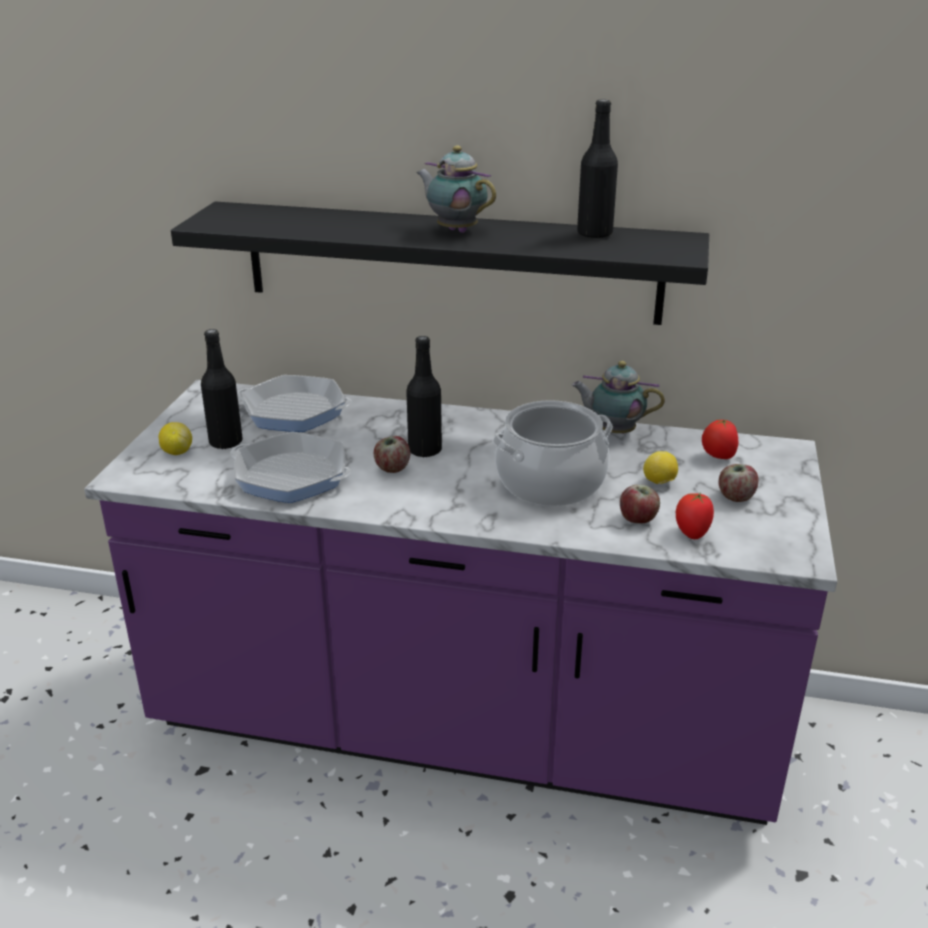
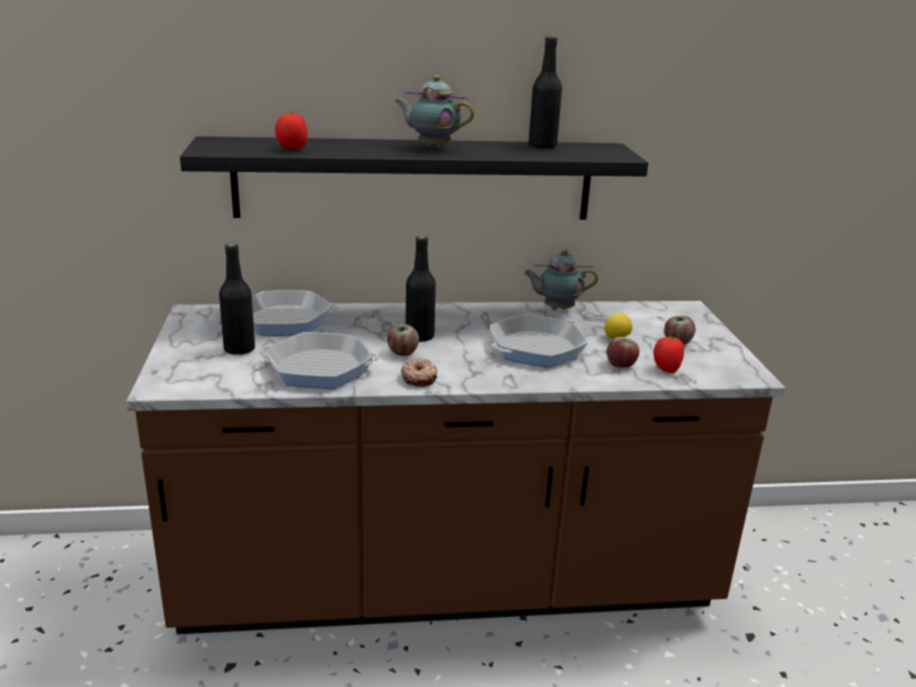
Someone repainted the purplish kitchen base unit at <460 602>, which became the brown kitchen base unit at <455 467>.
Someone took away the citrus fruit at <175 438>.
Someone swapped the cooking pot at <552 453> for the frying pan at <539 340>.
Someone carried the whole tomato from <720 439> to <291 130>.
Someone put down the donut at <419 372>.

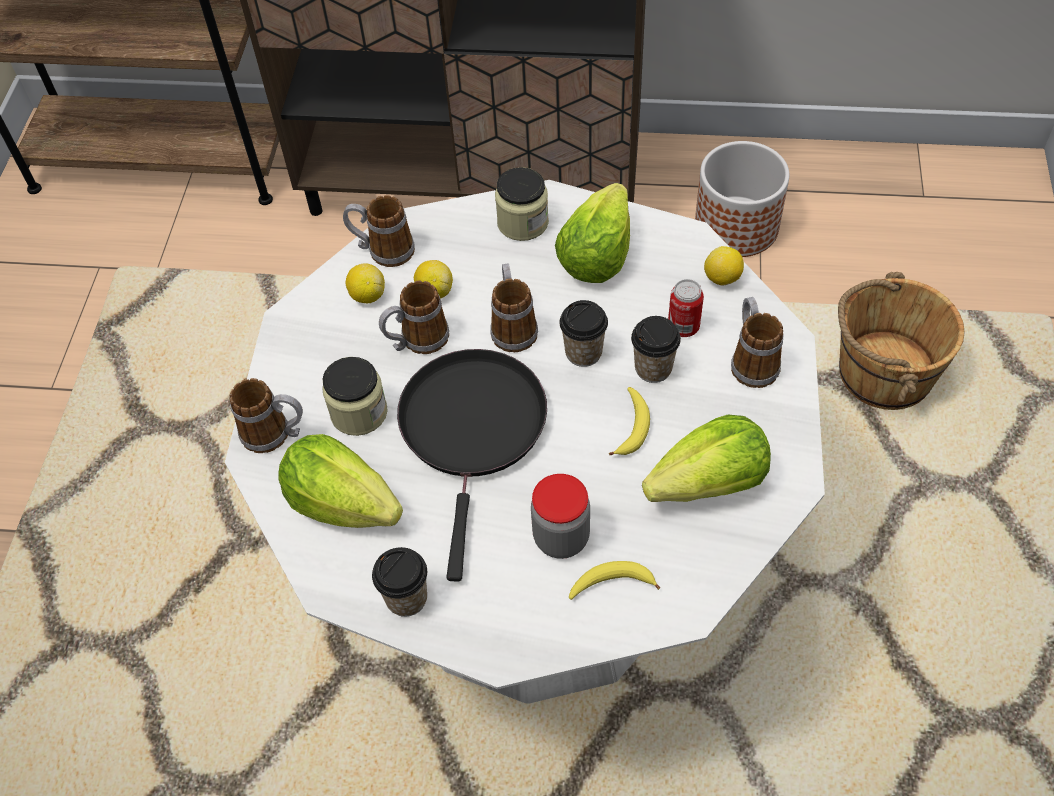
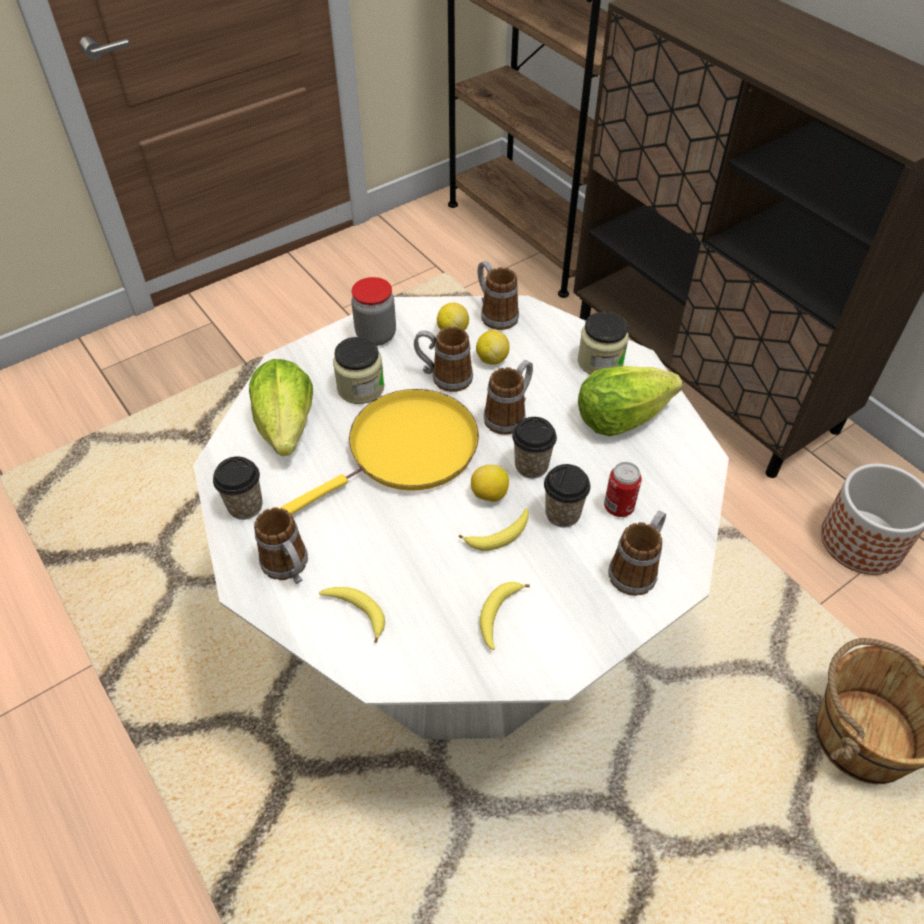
Someone carried the tea mug from <266 415> to <281 545>.
Someone repainted the blackish frying pan at <472 465>, which became the yellow-coloured frying pan at <379 452>.
Someone carried the jar from <560 516> to <373 311>.
Someone swapped the head of lettuce at <706 458> for the banana fruit at <505 616>.
Someone carried the citrus fruit from <724 266> to <490 483>.

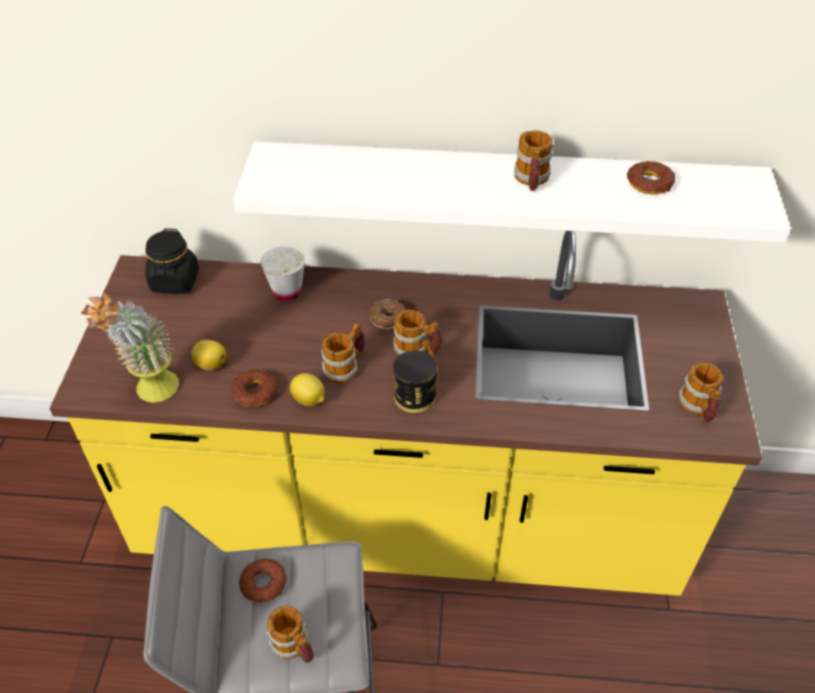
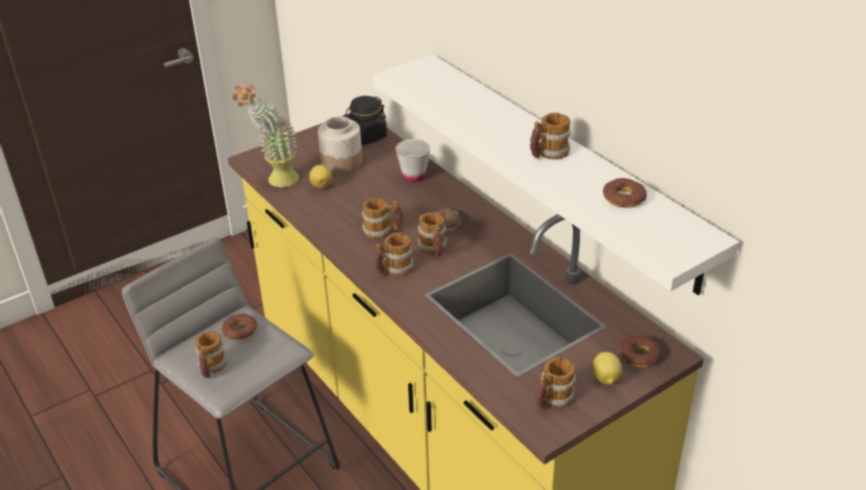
Someone carried the donut from <254 389> to <640 351>.
Someone carried the citrus fruit from <307 389> to <607 368>.
Someone swapped the can at <415 382> for the tea mug at <393 254>.
Someone put down the jar at <340 144>.

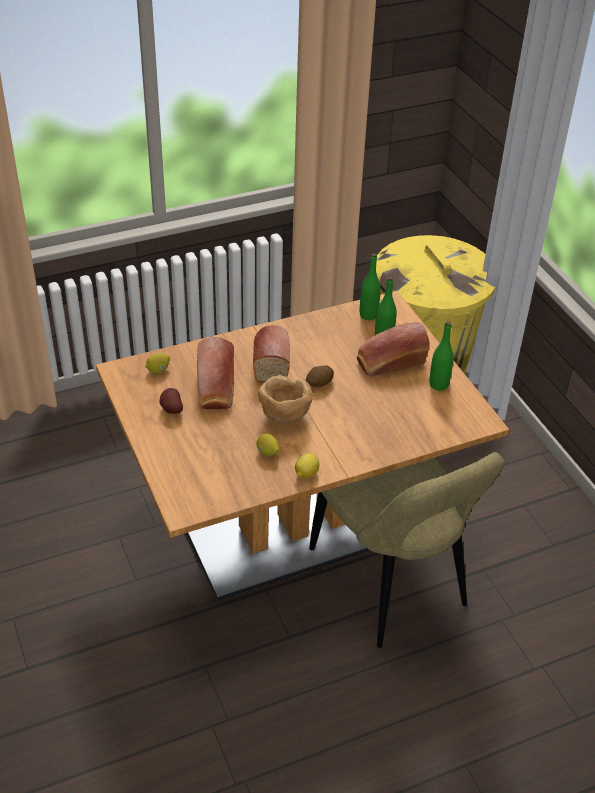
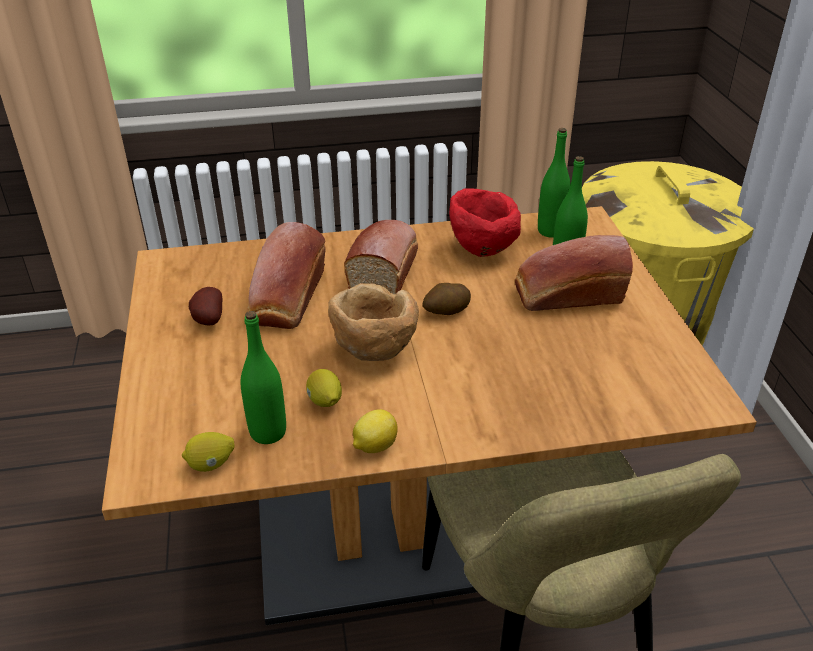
Someone carried the citrus fruit from <157 363> to <208 452>.
Someone carried the green drink bottle from <441 356> to <263 377>.
Someone put down the red-coloured deep dish at <485 222>.

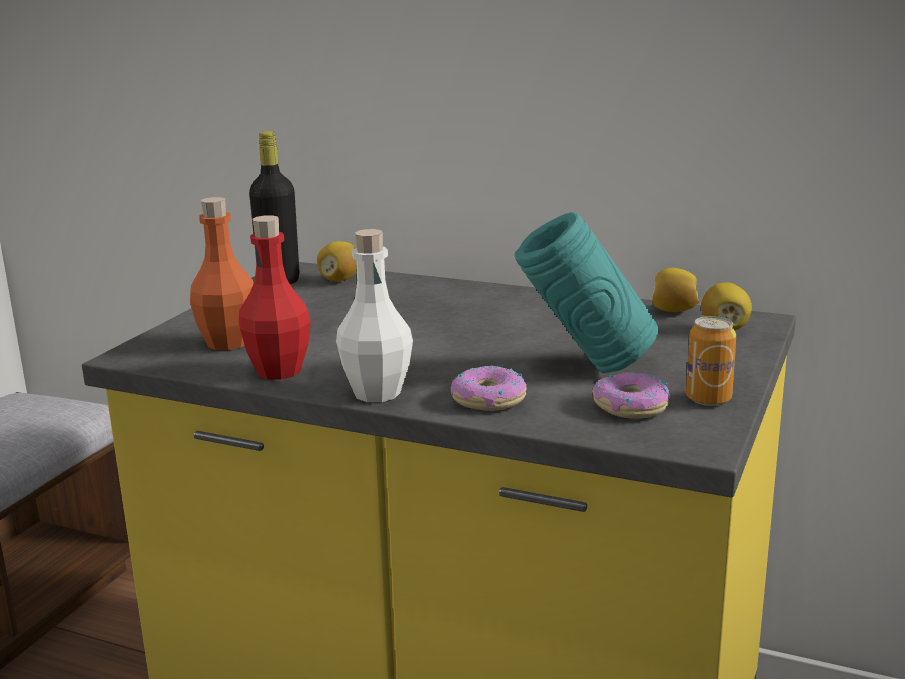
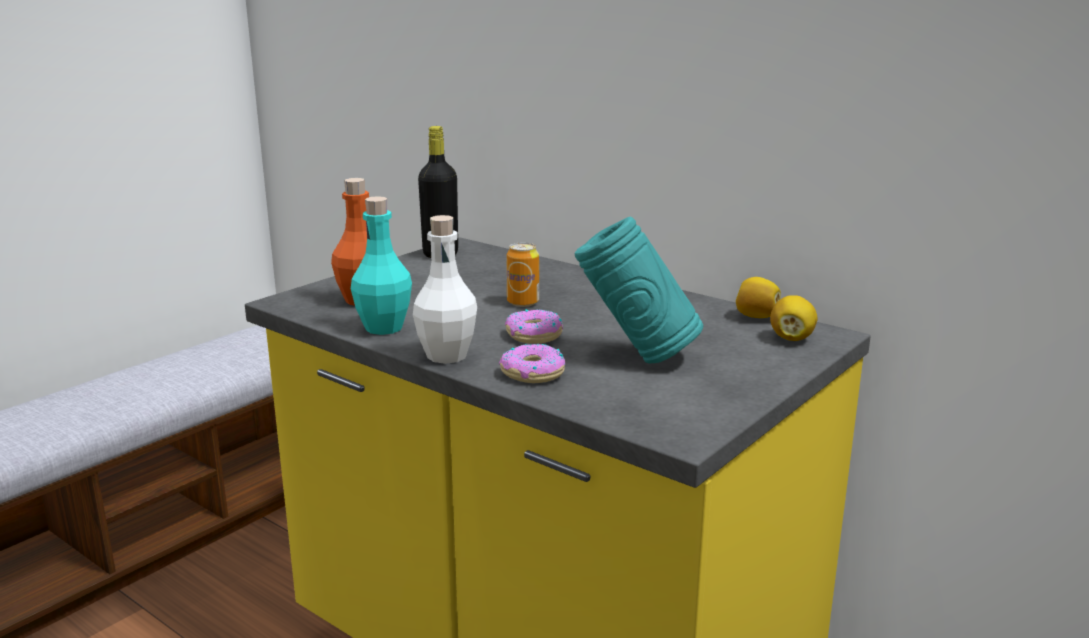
Someone repainted the red-coloured drink bottle at <274 297>, which became the turquoise drink bottle at <381 265>.
Someone took away the citrus fruit at <337 261>.
Someone carried the donut from <631 395> to <534 326>.
Someone carried the can from <711 361> to <523 275>.

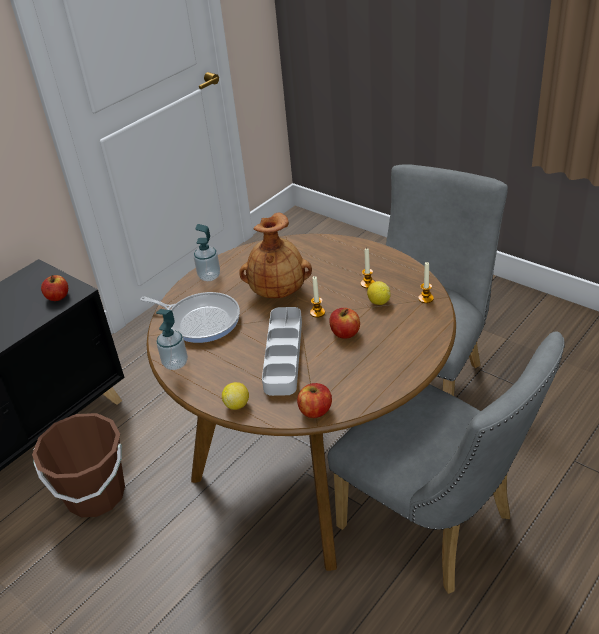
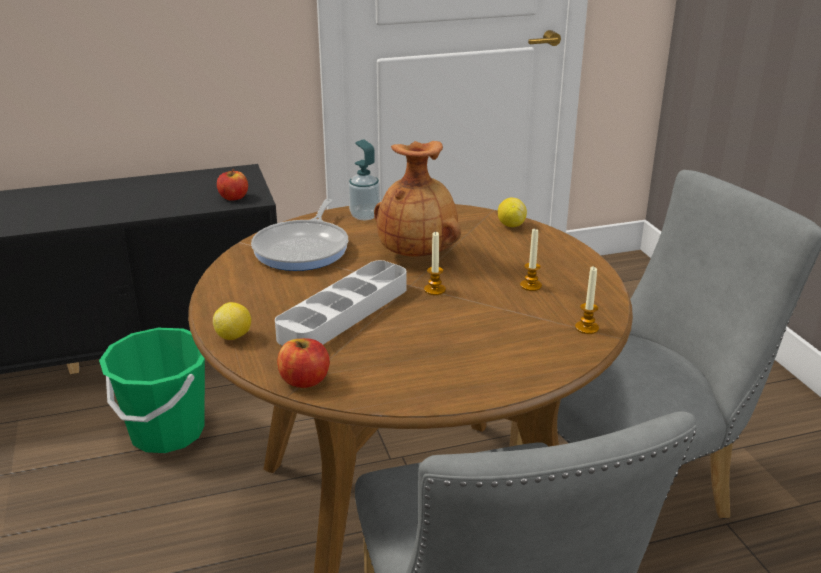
Someone repainted the brown bucket at <78 465>, which became the green bucket at <152 390>.
Someone rotated the frying pan at <190 317> by 45 degrees clockwise.
Someone took away the liquid soap bottle at <172 339>.
Someone took away the apple fruit at <344 323>.
Someone carried the citrus fruit from <379 293> to <512 212>.

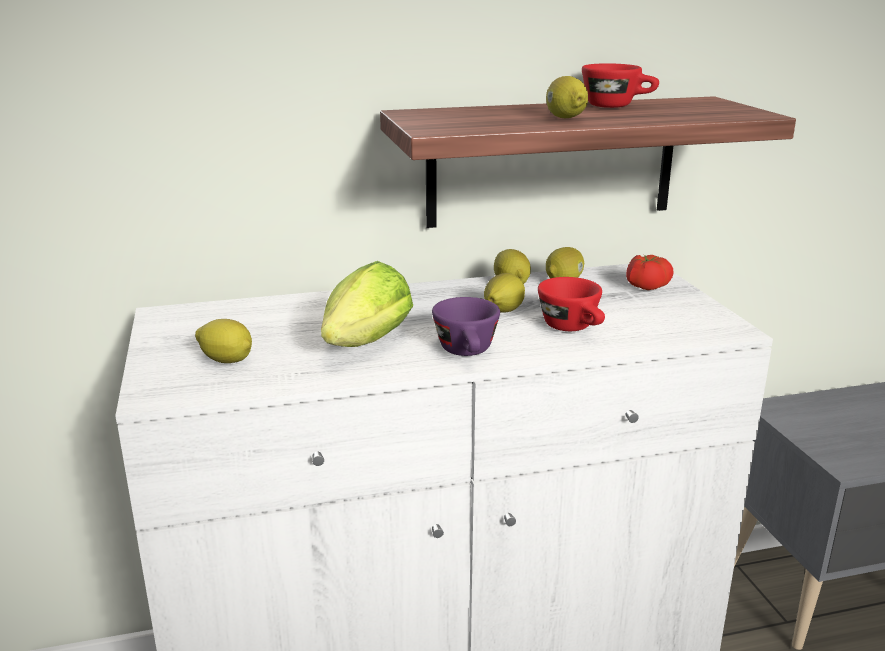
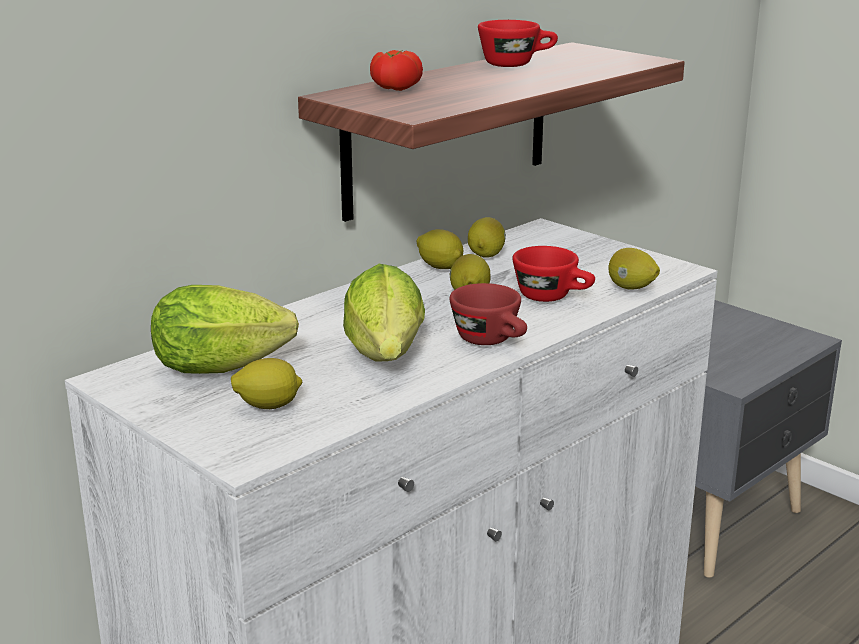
Someone repainted the purplish cup at <466 326>, which became the red-coloured cup at <488 314>.
Someone carried the citrus fruit from <567 97> to <634 269>.
Someone carried the whole tomato from <650 272> to <396 70>.
Someone put down the head of lettuce at <225 329>.

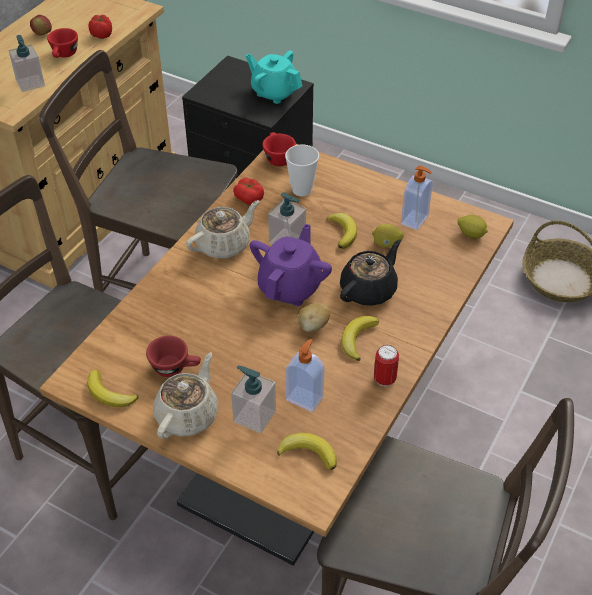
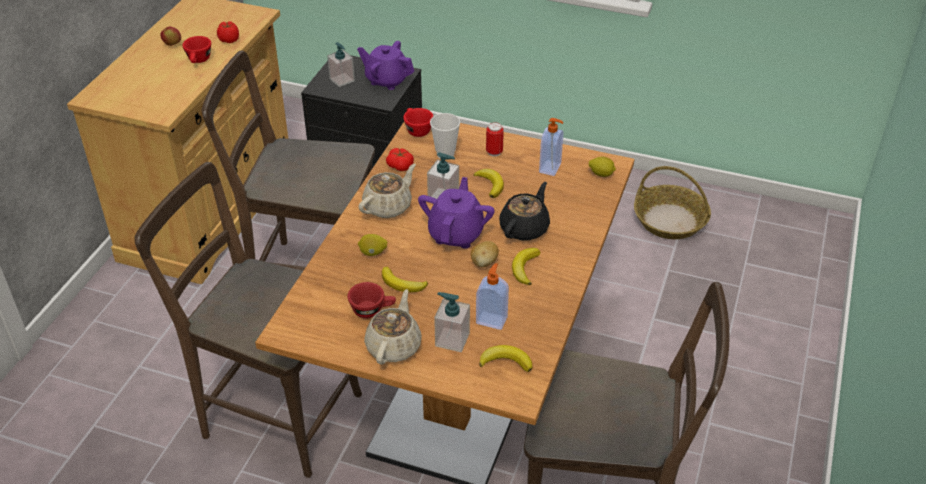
Someone carried the liquid soap bottle from <27 63> to <341 64>.
Someone carried the banana fruit from <113 388> to <405 279>.
Someone repainted the turquoise pot for tea at <274 77>, which became the purplish pot for tea at <385 65>.
Someone carried the citrus fruit from <388 235> to <372 245>.
Someone carried the can from <386 365> to <495 139>.

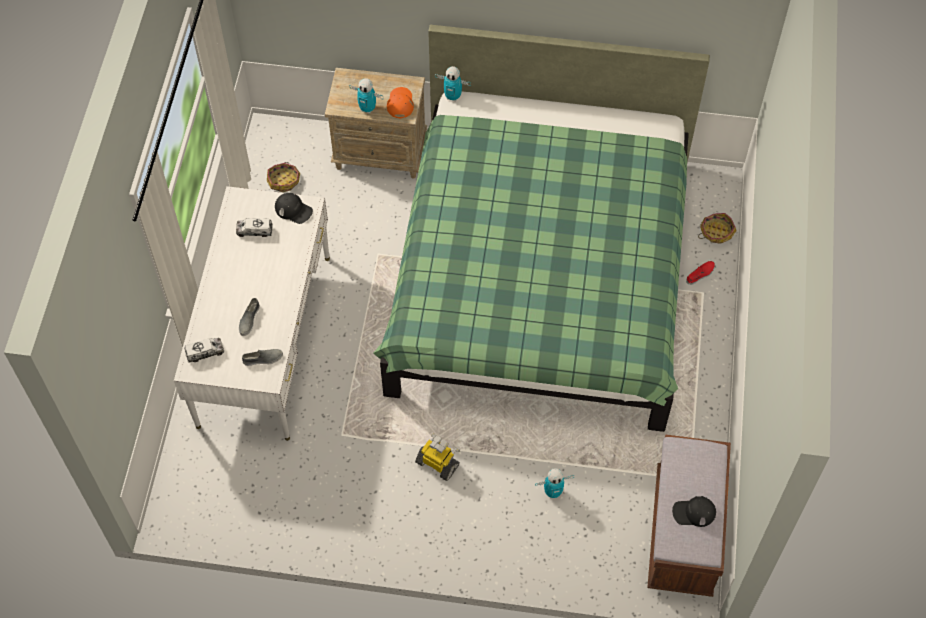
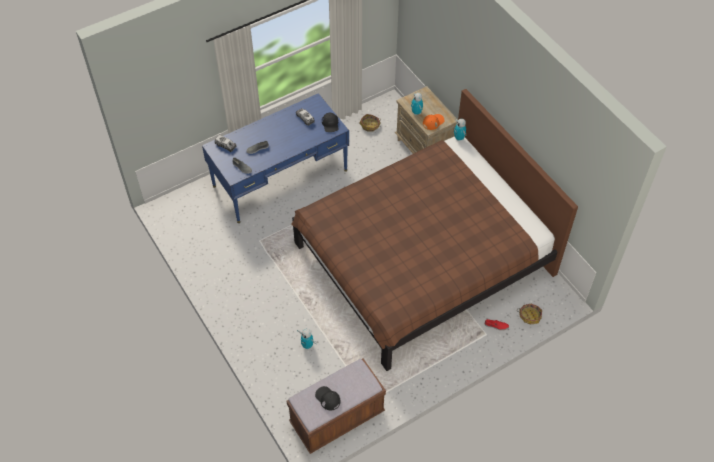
Someone repainted the white-coloured desk table at <252 313>, which became the bluish desk table at <275 158>.
Someone repainted the green sleeping bed at <541 228>, which became the brown sleeping bed at <434 230>.
Someone took away the model robot at <437 457>.

